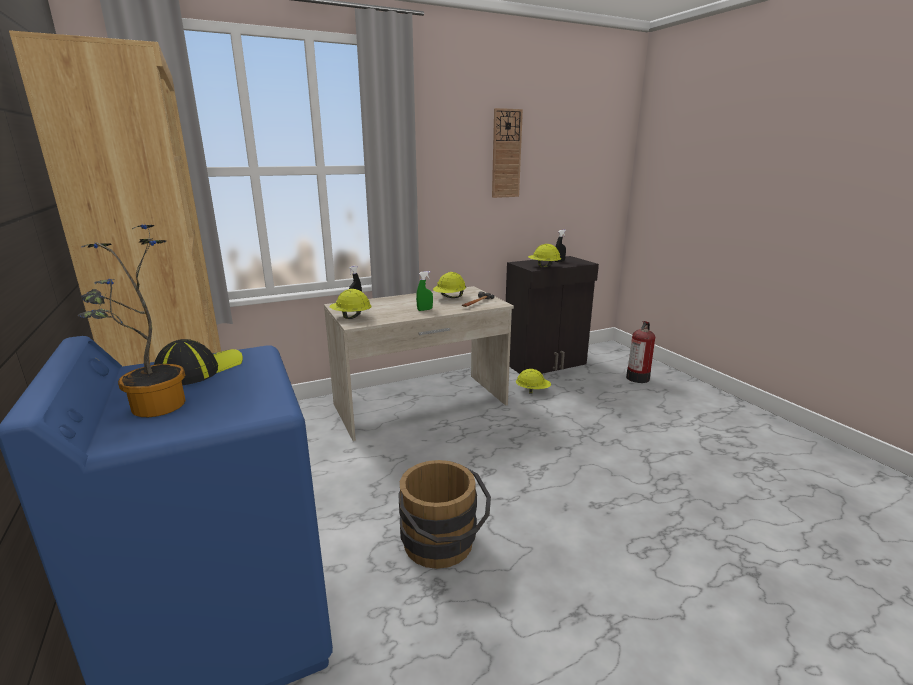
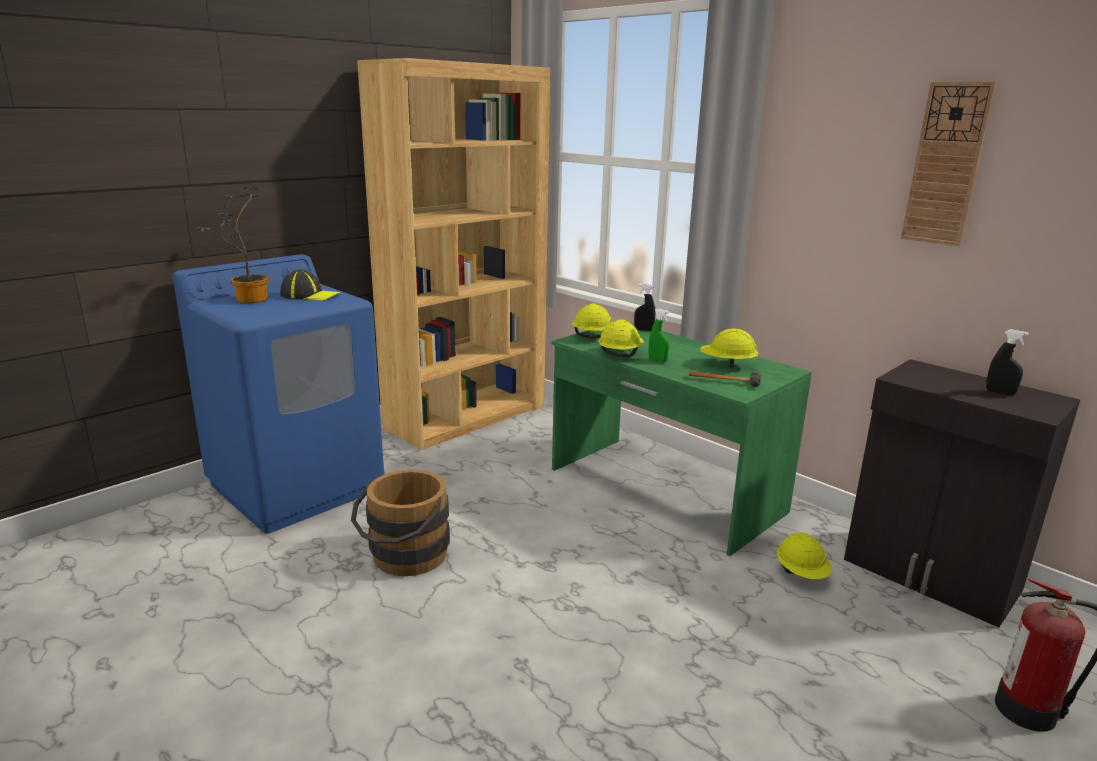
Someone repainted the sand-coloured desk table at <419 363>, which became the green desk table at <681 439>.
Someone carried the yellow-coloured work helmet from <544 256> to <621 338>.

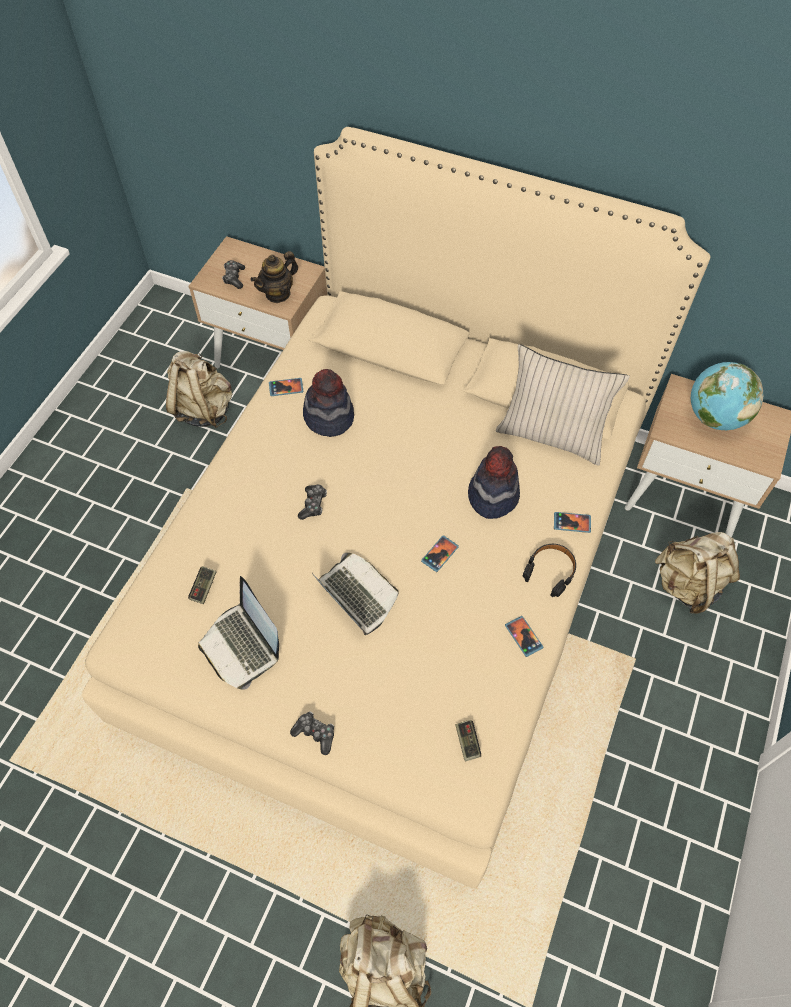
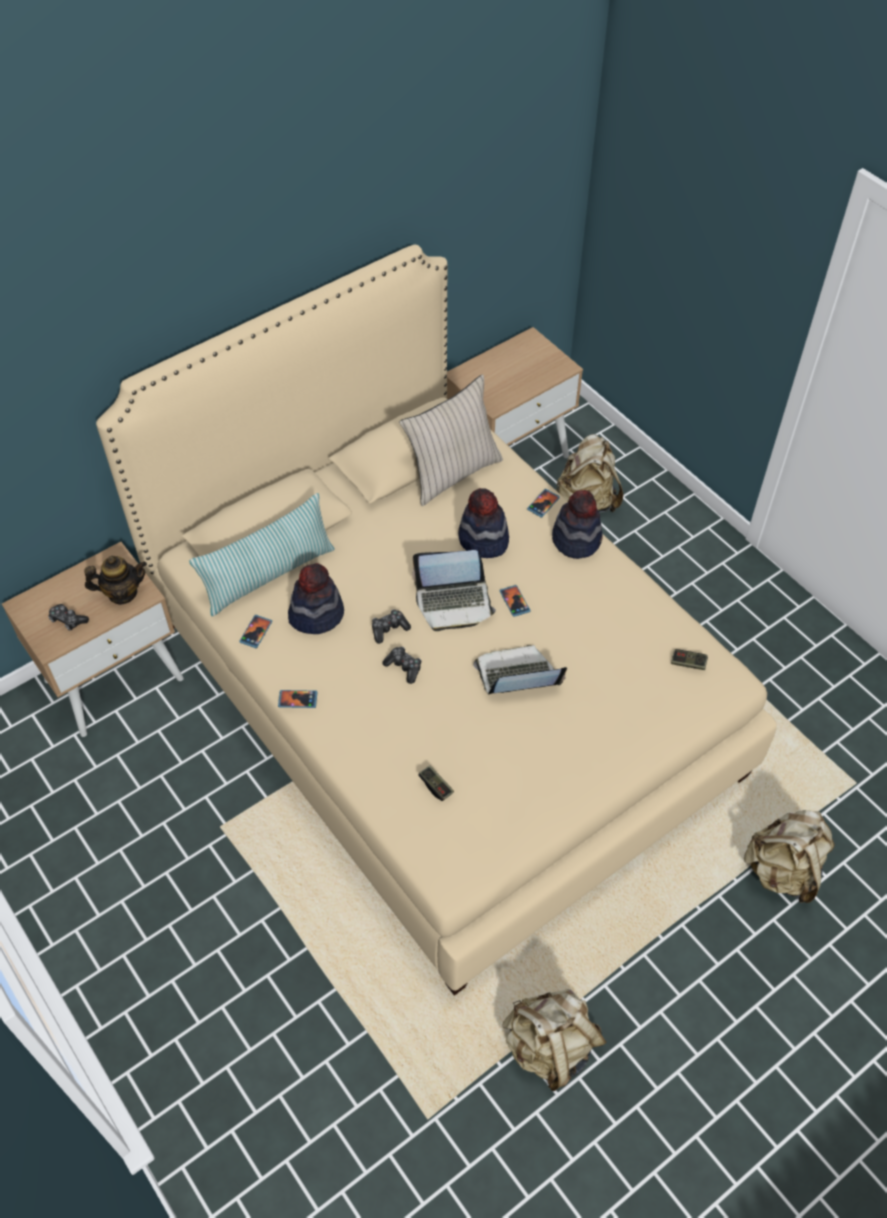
Someone carried the sand-coloured backpack from <199 389> to <554 1040>.
Someone carried the portable computer from <238 633> to <454 590>.
Someone rotated the pot for tea at <274 277> by 90 degrees counterclockwise.
Someone carried the game controller from <312 733> to <391 626>.
Someone carried the phone from <524 636> to <297 699>.
Someone swapped the blackish headphones at <549 570> for the hat at <577 524>.
Someone took away the desk globe at <727 396>.
Someone put down the throw pillow at <262 554>.

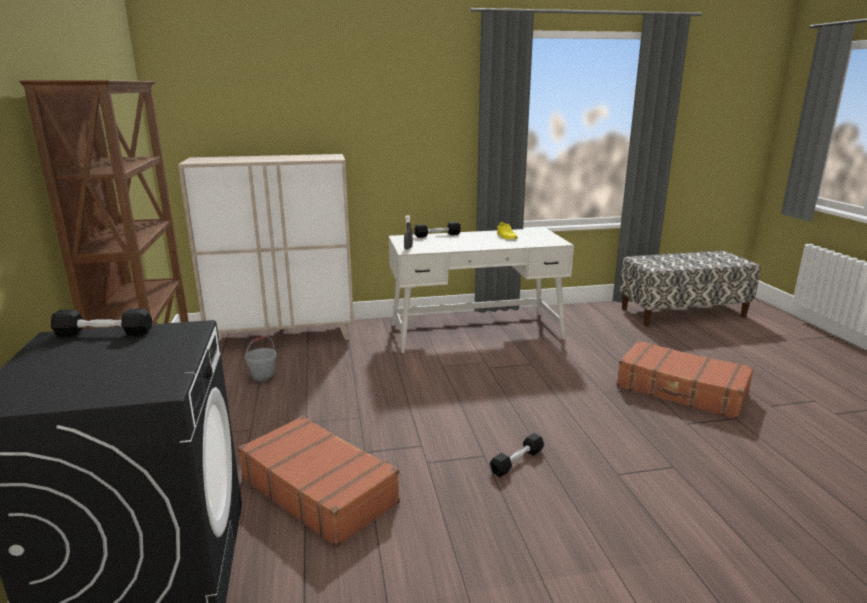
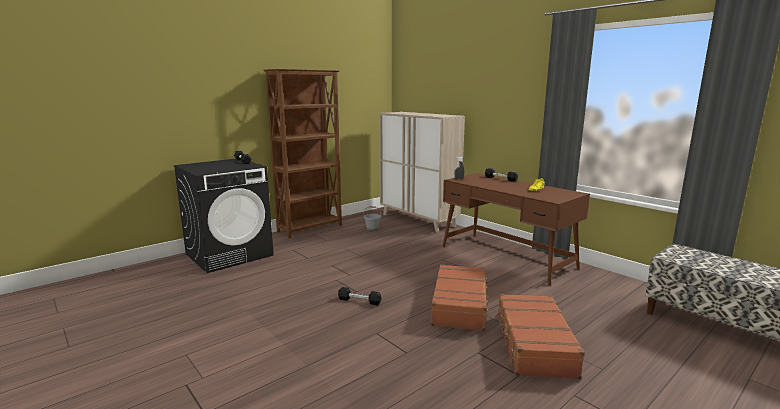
Someone carried the brown piece of luggage from <319 482> to <460 297>.
Someone repainted the white-coloured desk table at <481 290>, which became the brown desk table at <516 229>.

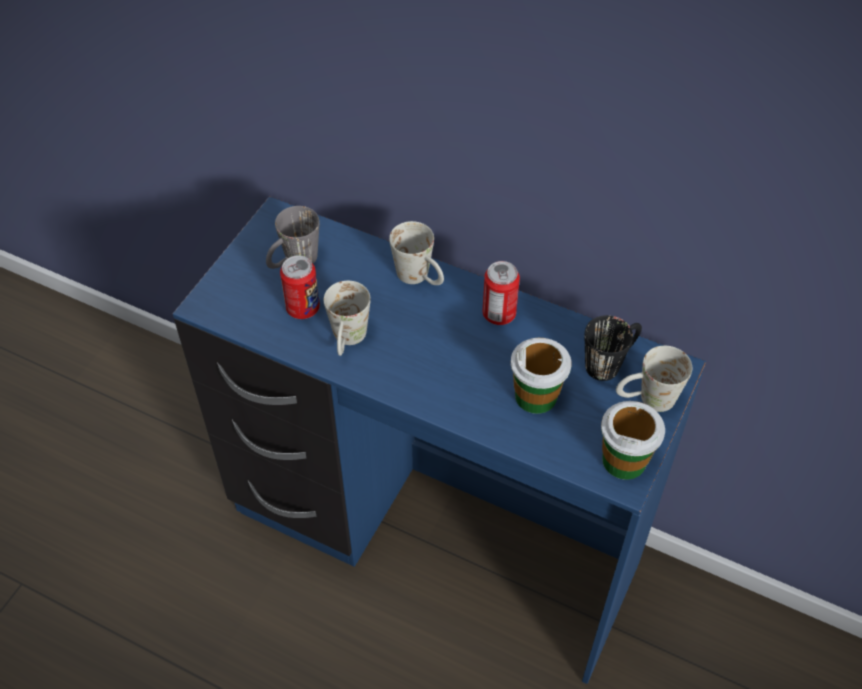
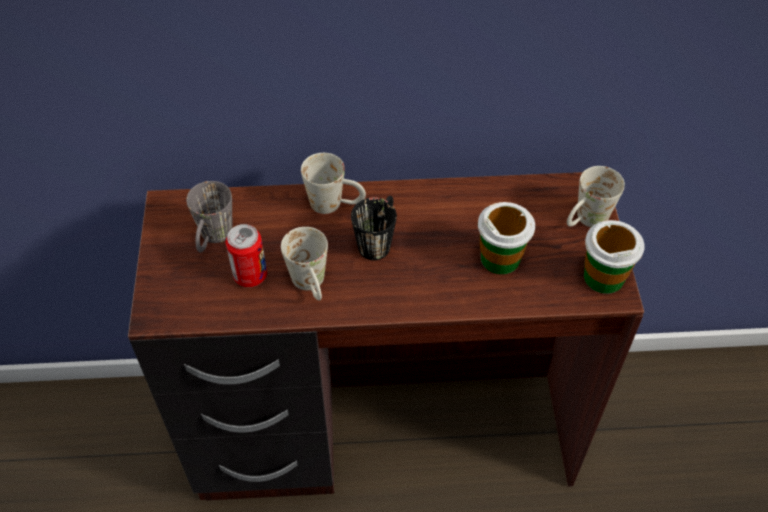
Someone repainted the bluish desk table at <439 440>, which became the brown desk table at <386 336>.
Someone took away the can at <501 293>.
Someone carried the blackish tea mug from <613 348> to <374 228>.

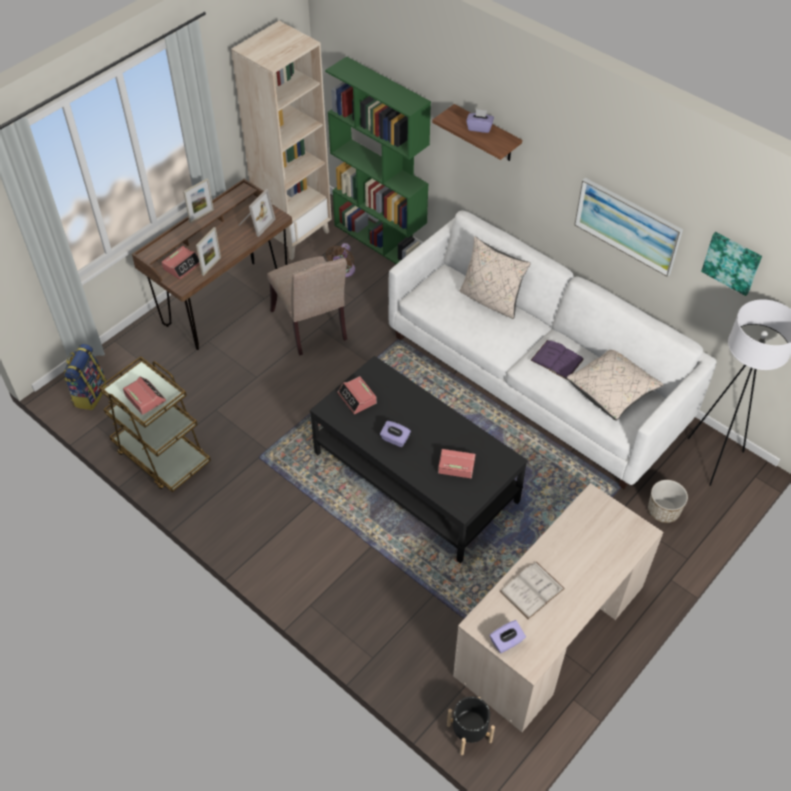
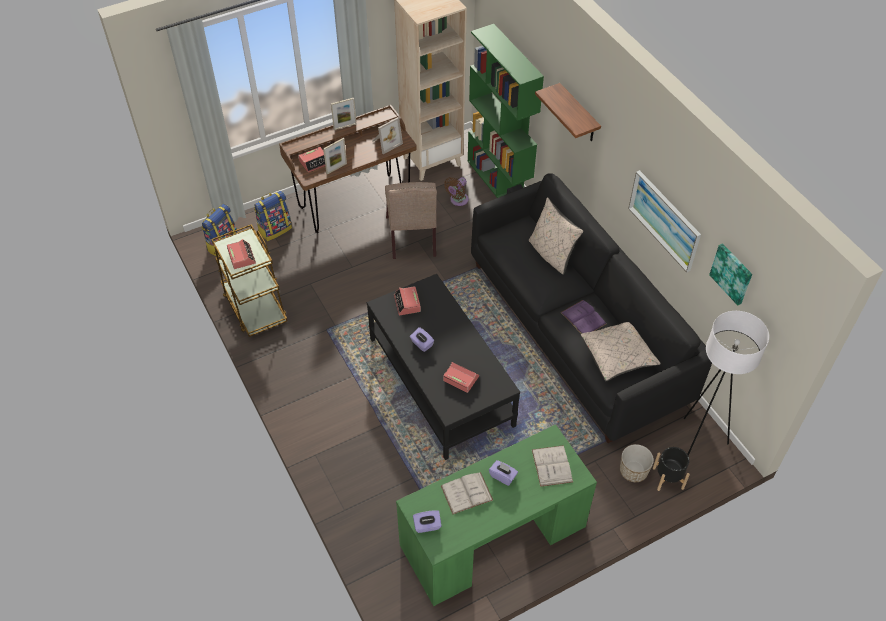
Someone repainted the white-coloured couch at <552 349>, which became the blackish couch at <591 308>.
Someone carried the blackish plant pot from <471 725> to <671 469>.
Someone repainted the sand-coloured desk table at <558 607>, which became the green desk table at <496 515>.
Someone carried the purplish box of tissues from <480 121> to <503 473>.
Someone put down the backpack at <273 216>.
Someone put down the white-coloured bound book at <552 466>.

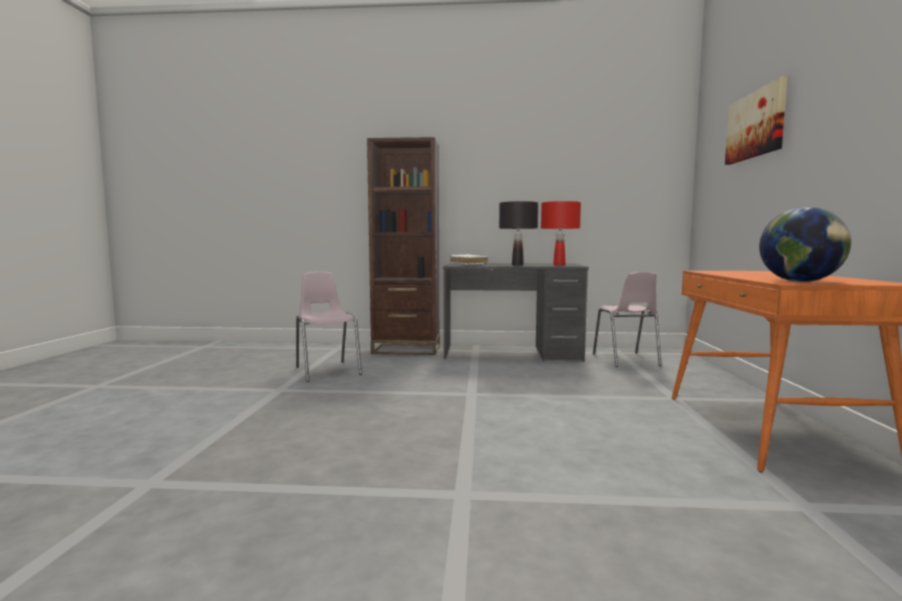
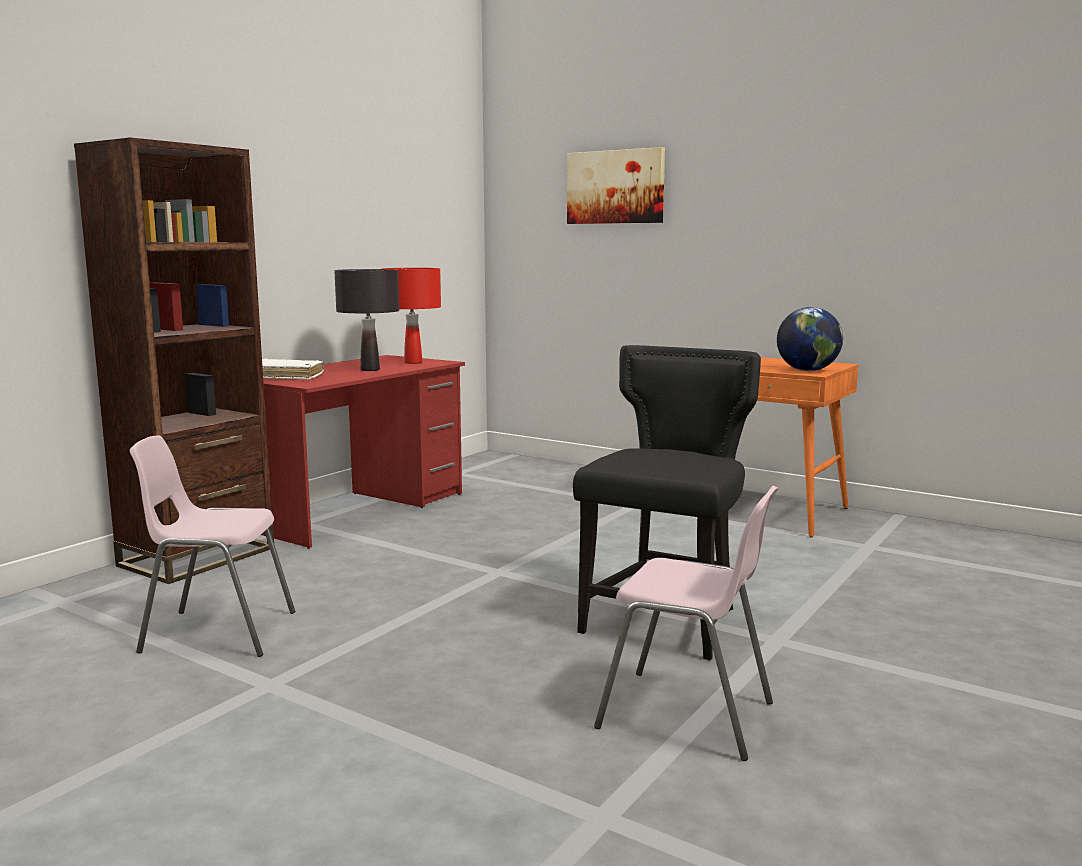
Someone repainted the grey desk table at <516 312>, which became the red-coloured desk table at <363 451>.
Someone carried the pink-coloured plain chair from <627 319> to <686 623>.
Someone put down the blackish plain chair at <667 503>.

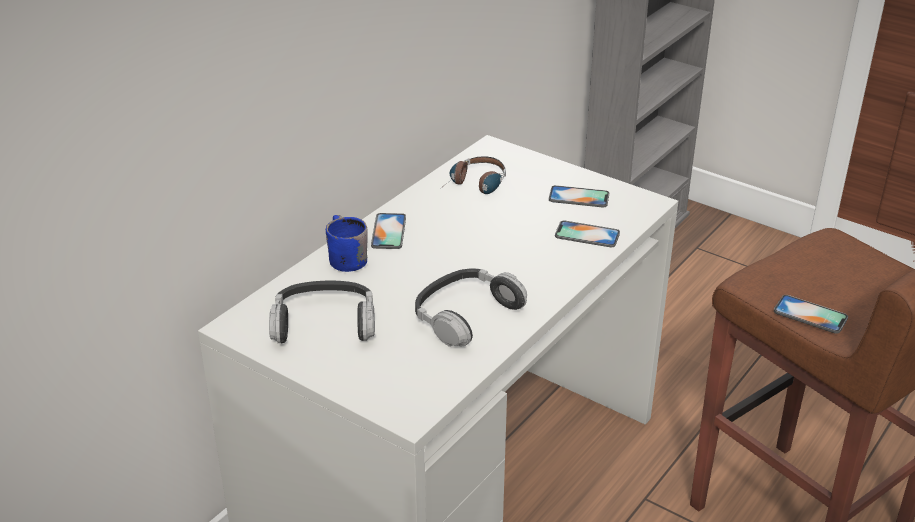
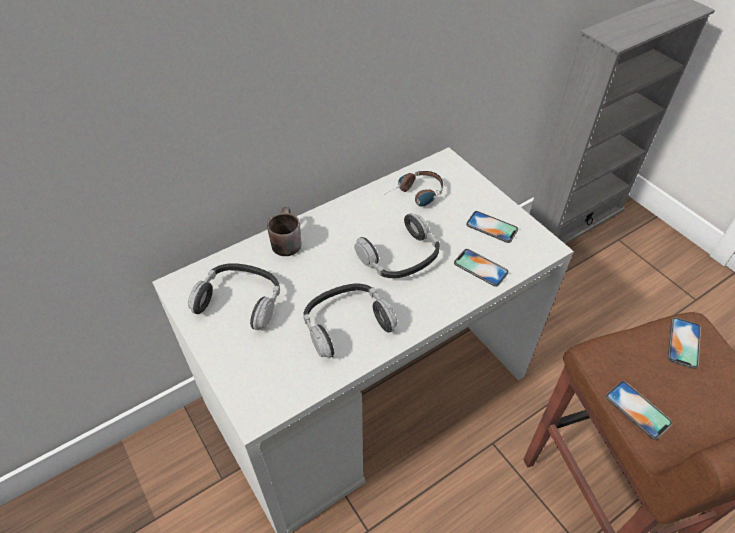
Someone repainted the bluish tea mug at <347 243>, which became the brown tea mug at <284 231>.
Someone carried the phone from <388 231> to <684 343>.
Someone put down the headphones at <397 245>.

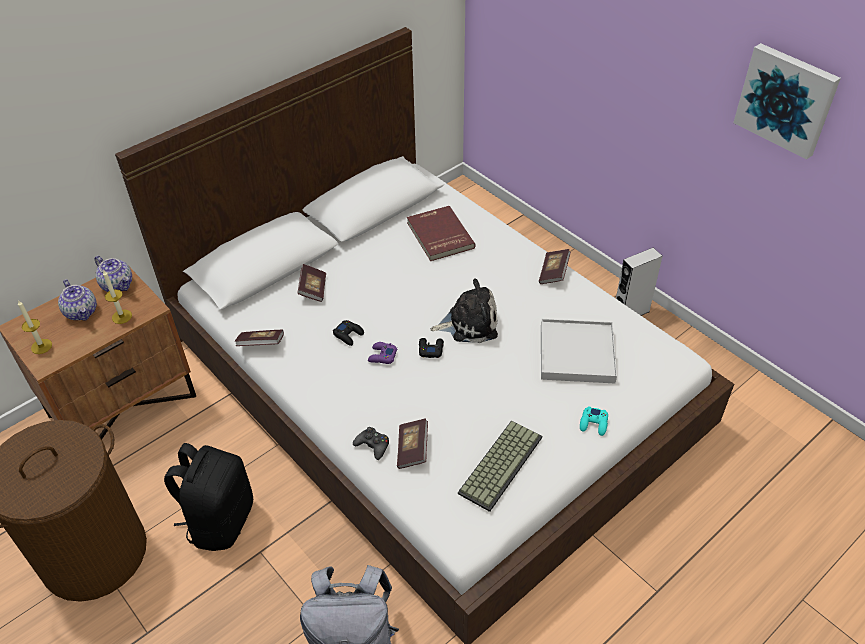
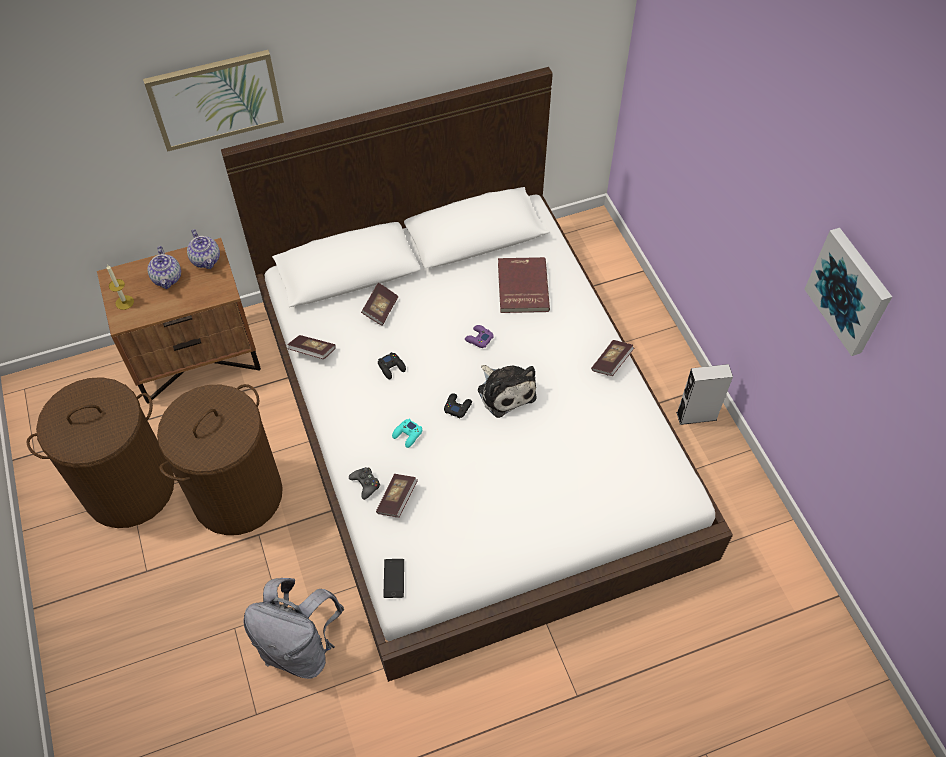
Someone took away the candle at <117 297>.
Someone swapped the blackish backpack at <208 497> for the brown laundry basket at <220 459>.
Someone carried the purplish game controller from <382 353> to <479 336>.
Someone rotated the plush toy at <464 311> by 45 degrees clockwise.
Someone took away the computer keyboard at <500 466>.
Someone took away the white-coloured carrying tray at <579 351>.
Someone carried the turquoise game controller from <594 421> to <407 433>.
Someone put up the wall picture at <213 101>.
Someone put down the phone at <393 578>.

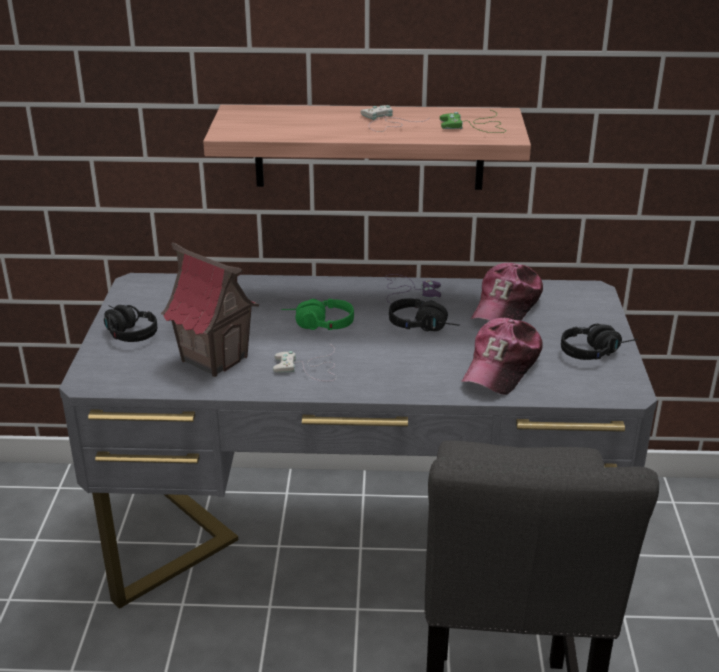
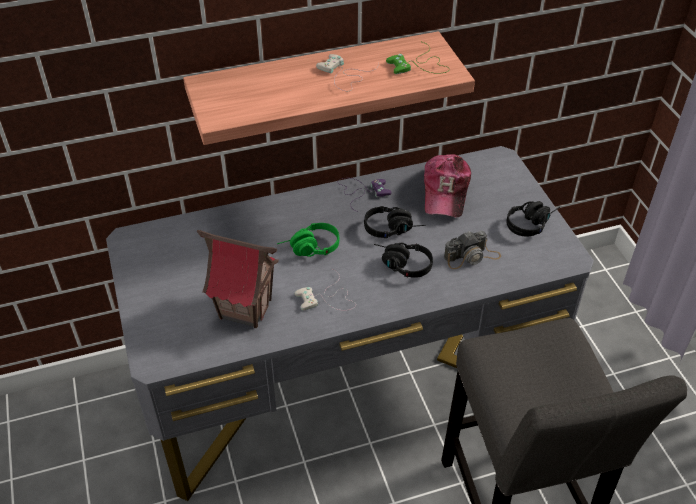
Someone carried the blackish headphones from <130 323> to <403 260>.
Someone swapped the cap at <501 356> for the still camera at <472 250>.

